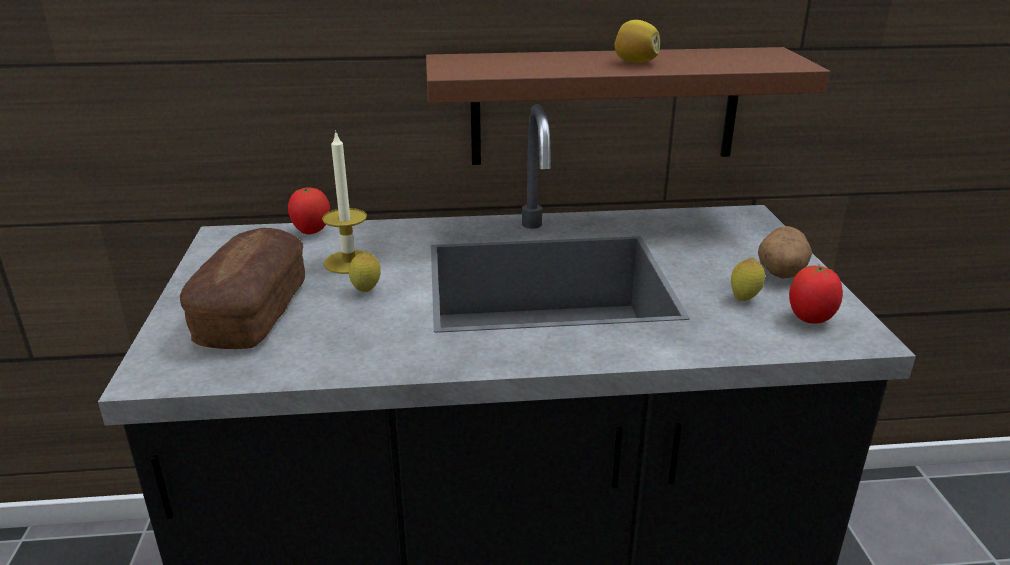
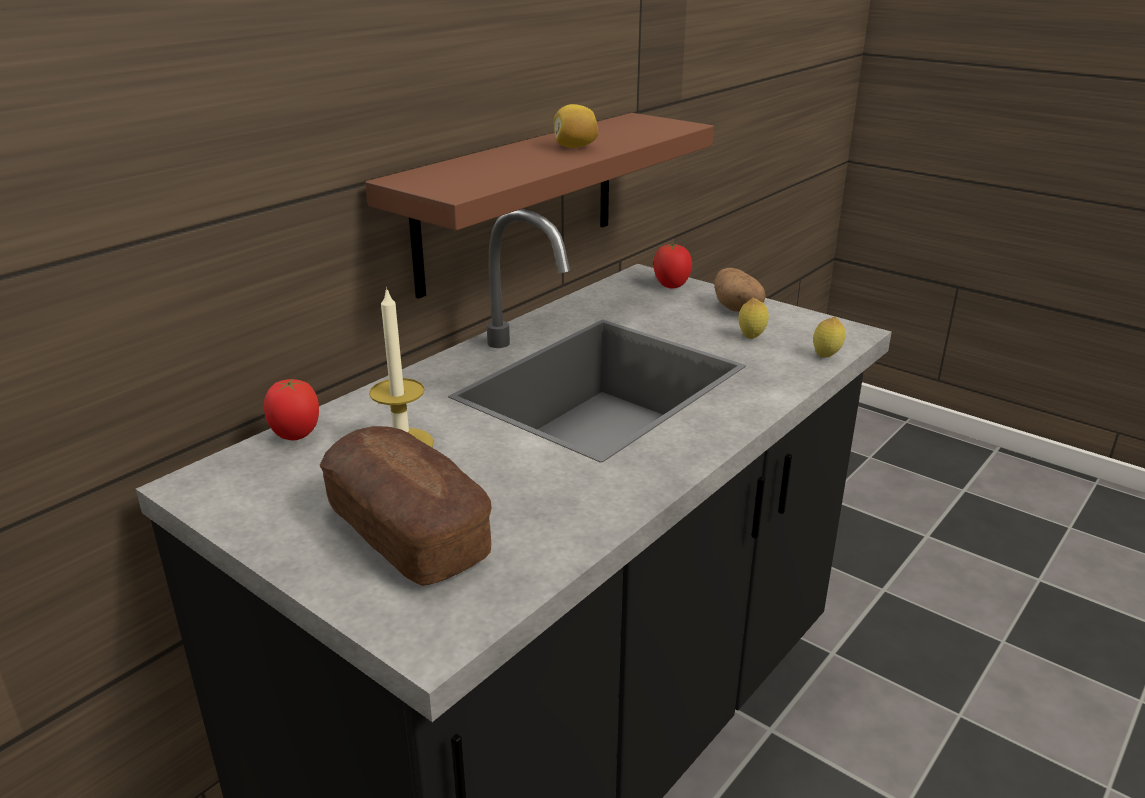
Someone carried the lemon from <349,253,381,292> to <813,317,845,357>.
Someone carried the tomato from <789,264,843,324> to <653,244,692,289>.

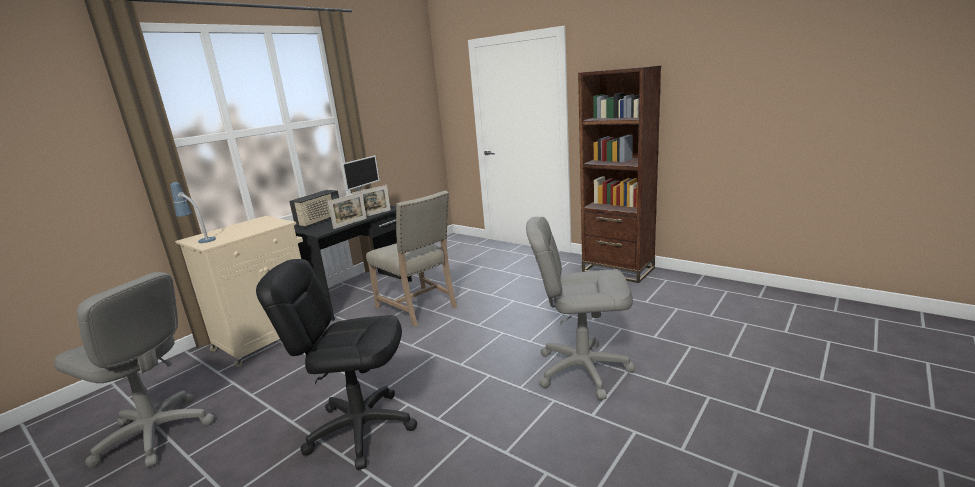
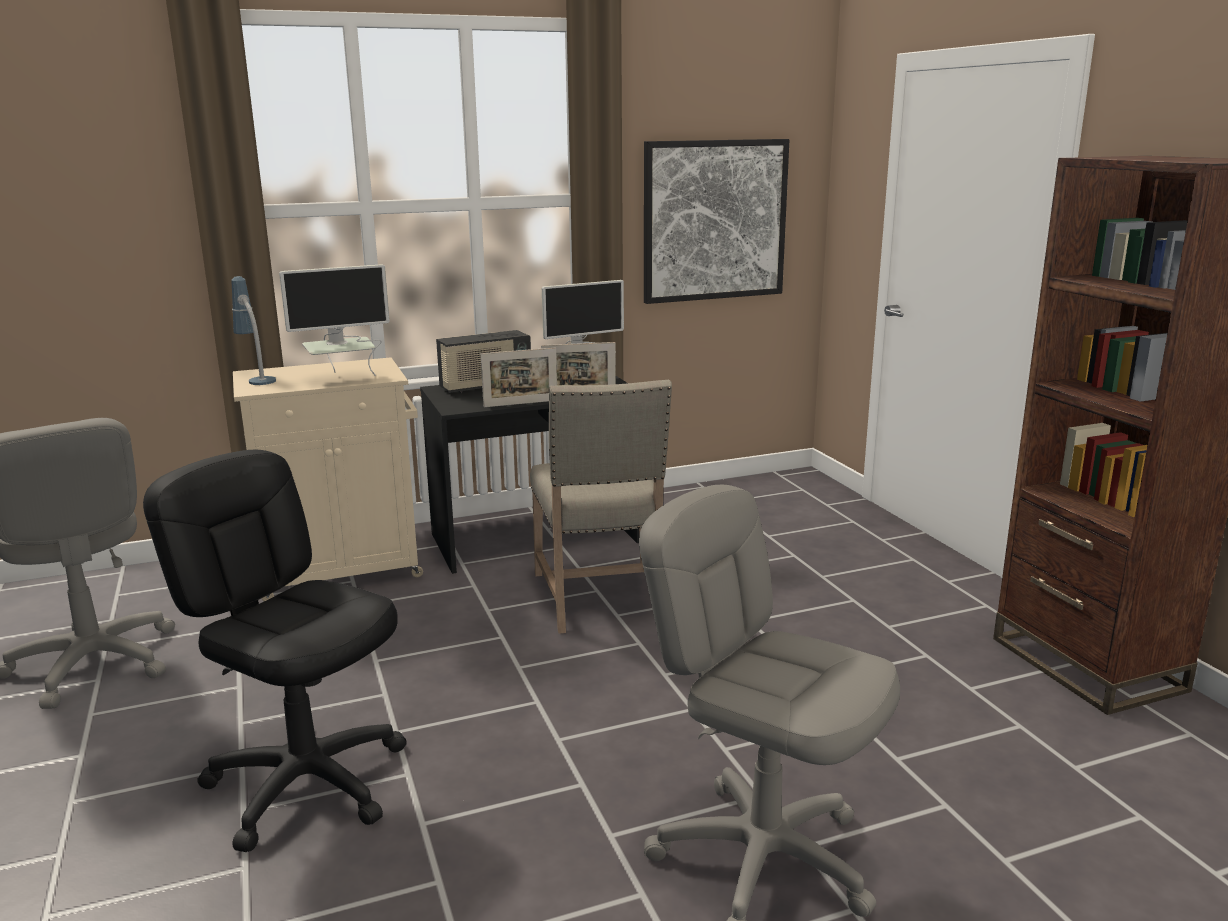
Someone put up the picture at <644,139,790,304>.
Someone put down the monitor at <279,264,390,376>.

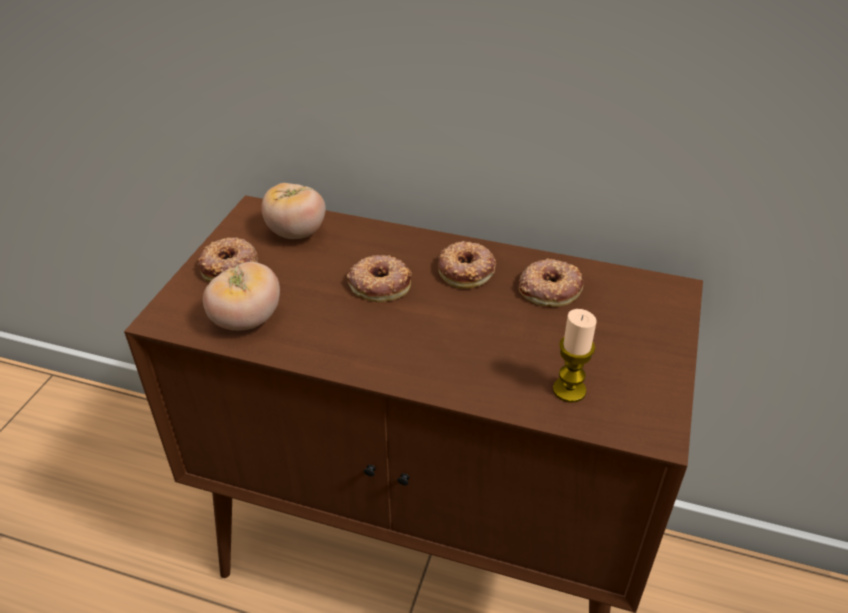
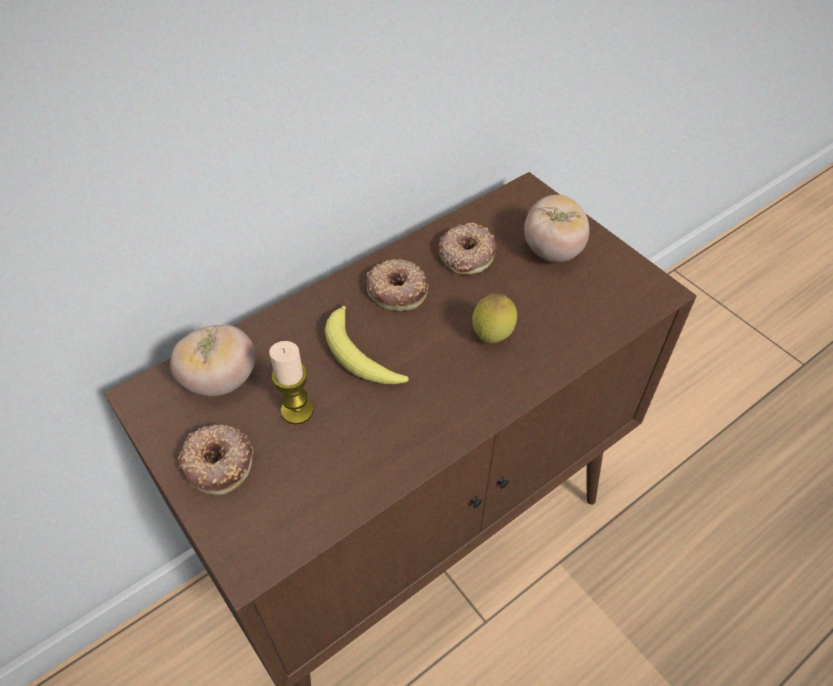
Someone swapped the donut at <347,255,412,302> for the banana at <325,302,409,384>.
Someone carried the tomato from <203,262,280,331> to <524,195,589,263>.
Someone carried the candle from <553,309,597,402> to <269,341,314,425>.
Someone put down the lemon at <472,294,517,343>.

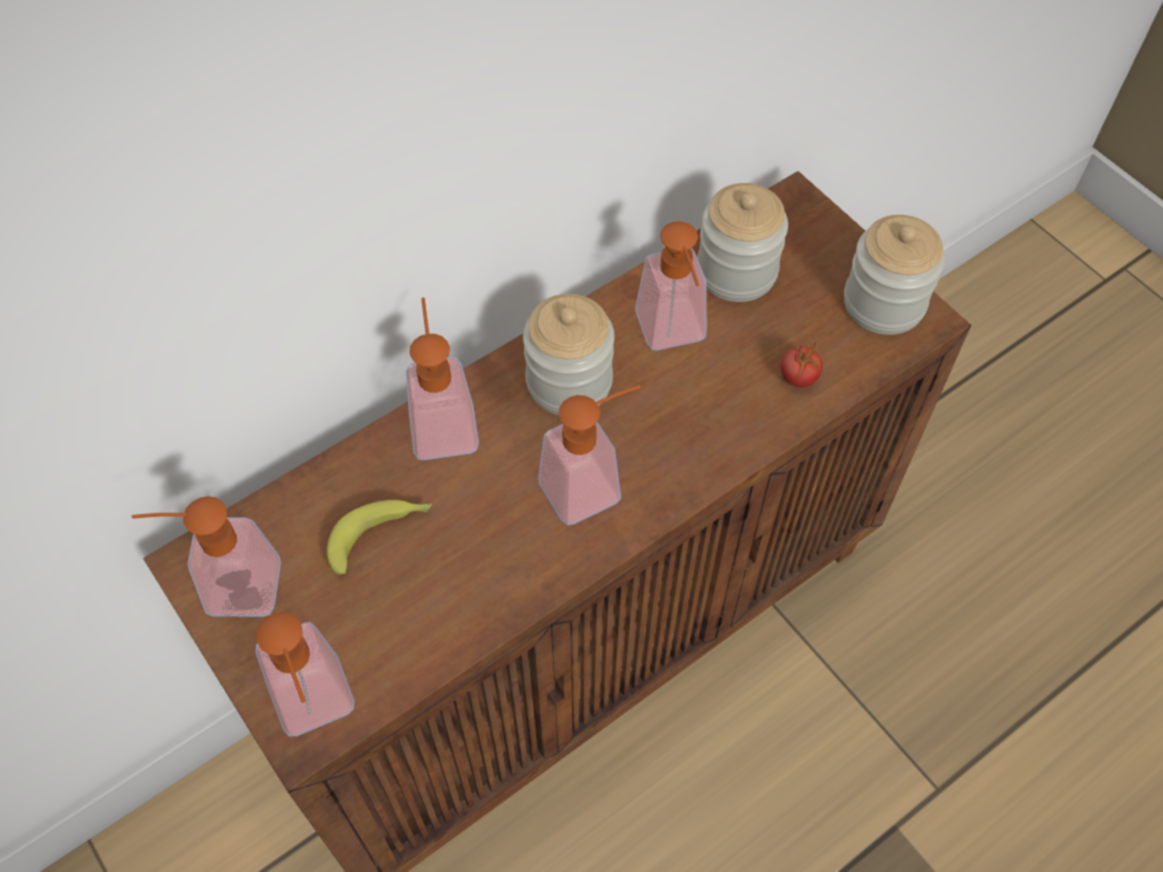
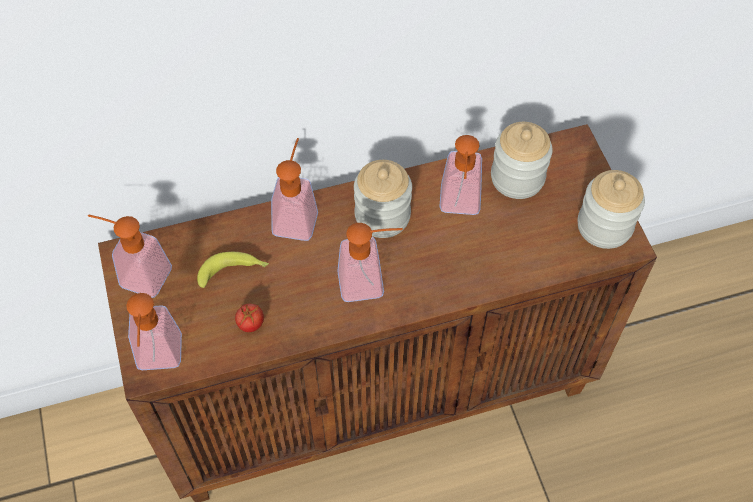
Someone carried the tomato from <780,341,823,387> to <235,304,264,332>.

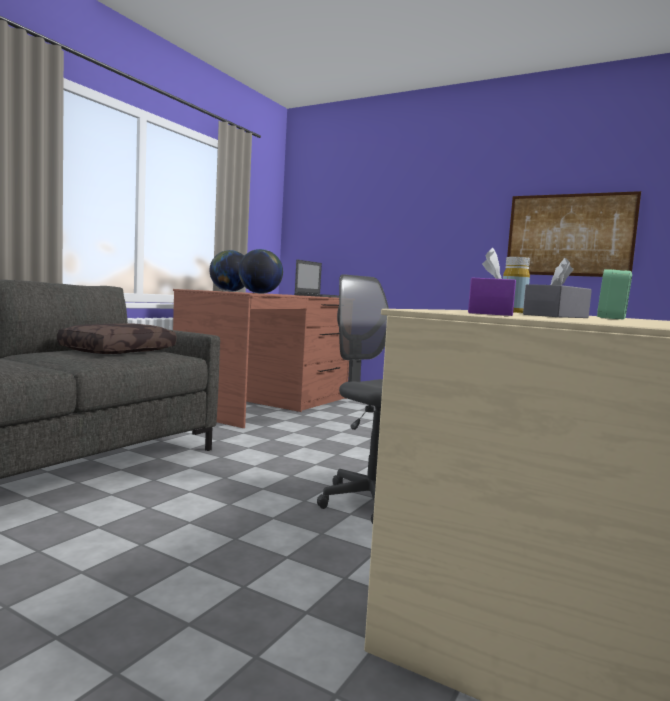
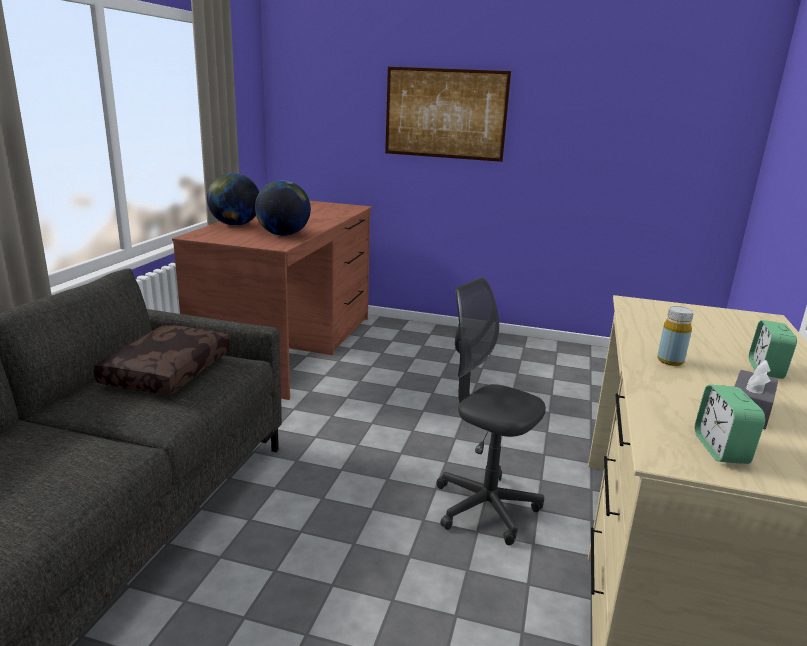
Someone carried the picture from <507,191,641,277> to <385,67,511,162>.
Someone swapped the tissue box (purple) at <468,248,516,316> for the alarm clock at <695,385,765,464>.
Someone took away the laptop at <294,260,339,298>.

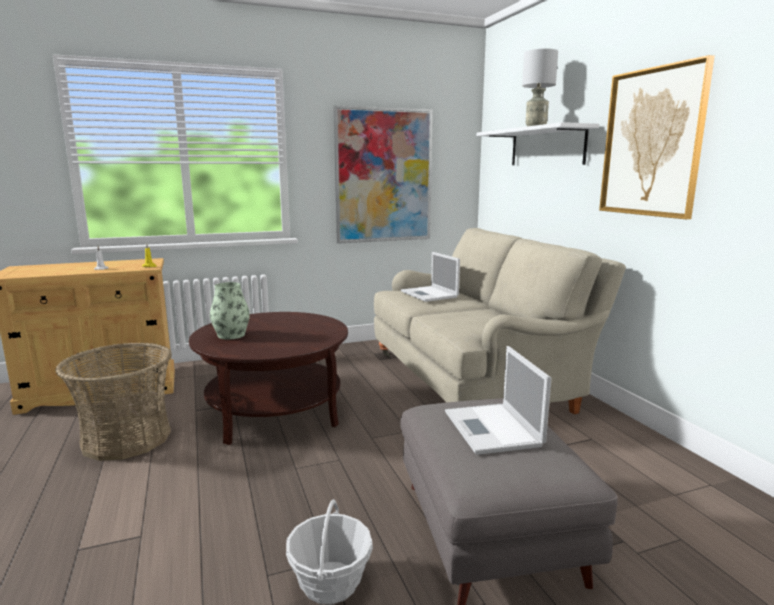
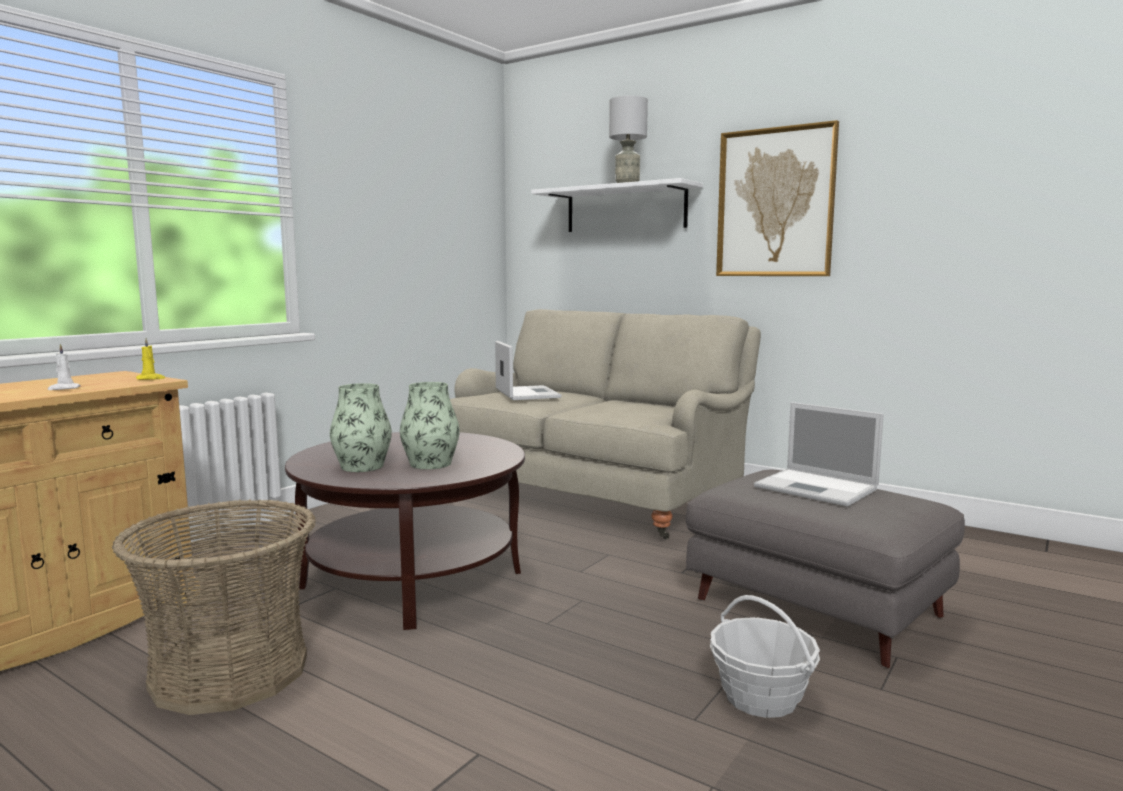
Someone took away the picture at <334,105,433,244>.
Someone rotated the laptop at <401,252,460,302> by 135 degrees counterclockwise.
Someone put down the vase at <400,382,460,469>.

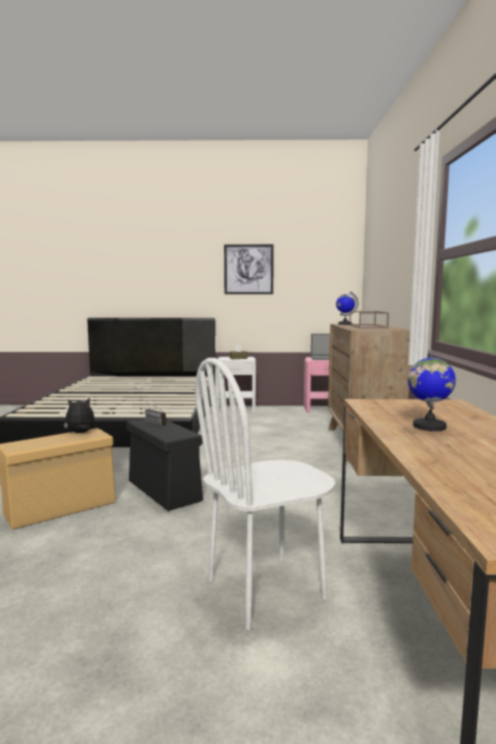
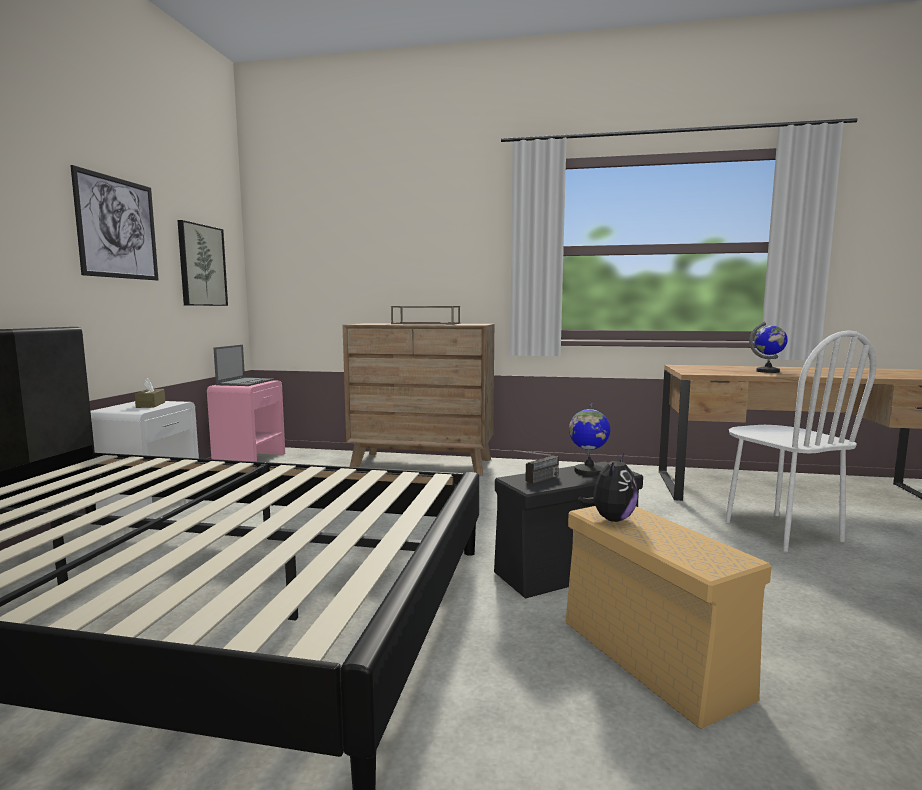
Someone carried the globe from <336,291,358,325> to <569,403,610,476>.
Someone rotated the plush toy at <64,398,95,433> by 135 degrees counterclockwise.
Someone put up the picture at <177,220,228,306>.

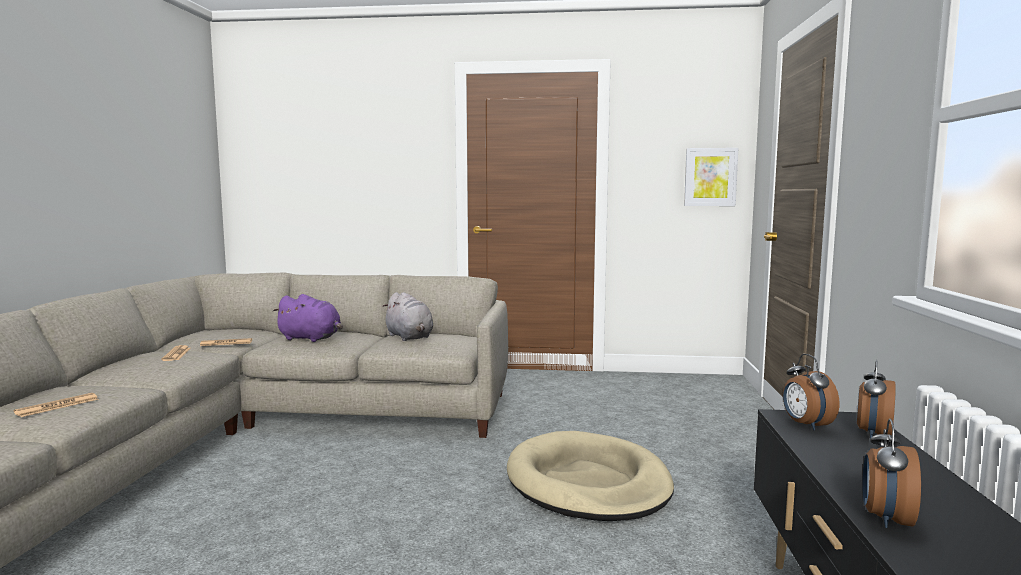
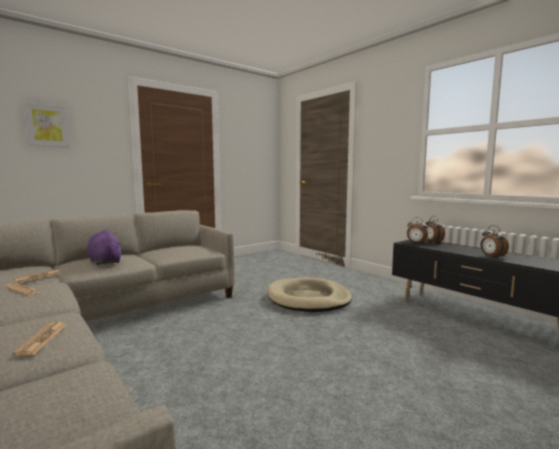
Someone carried the picture from <684,148,738,206> to <23,102,70,147>.
Someone took away the plush toy (grey) at <382,292,433,341>.
Someone rotated the plush toy (purple) at <273,294,343,342> by 105 degrees counterclockwise.

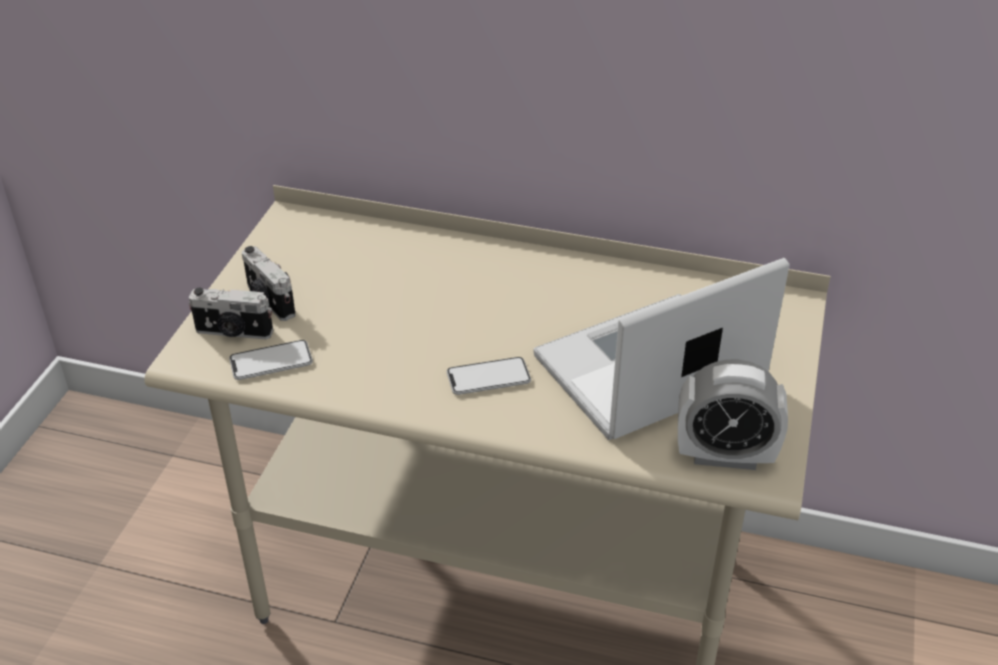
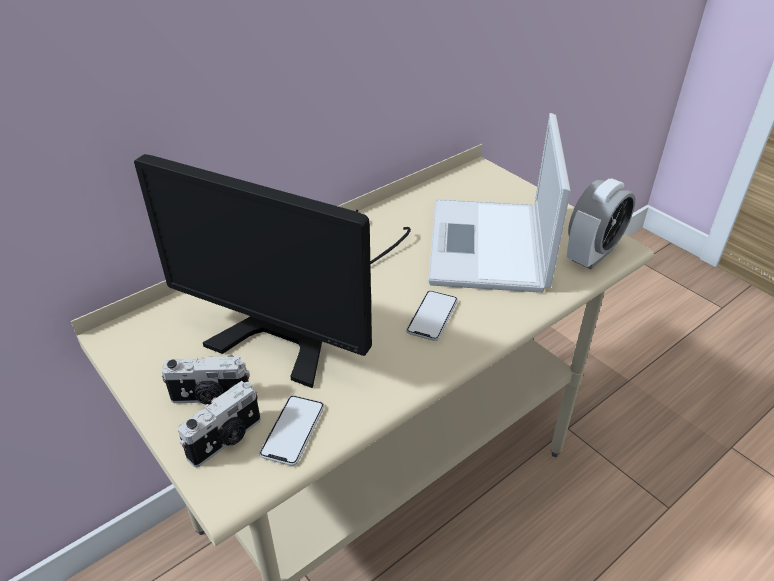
Someone put down the monitor at <134,154,411,388>.

